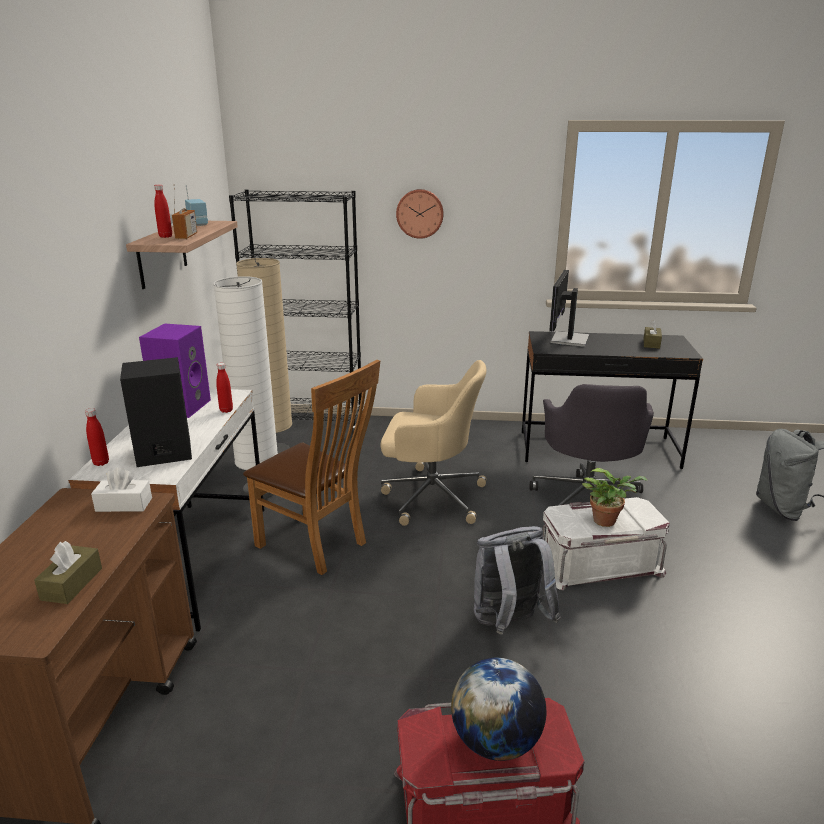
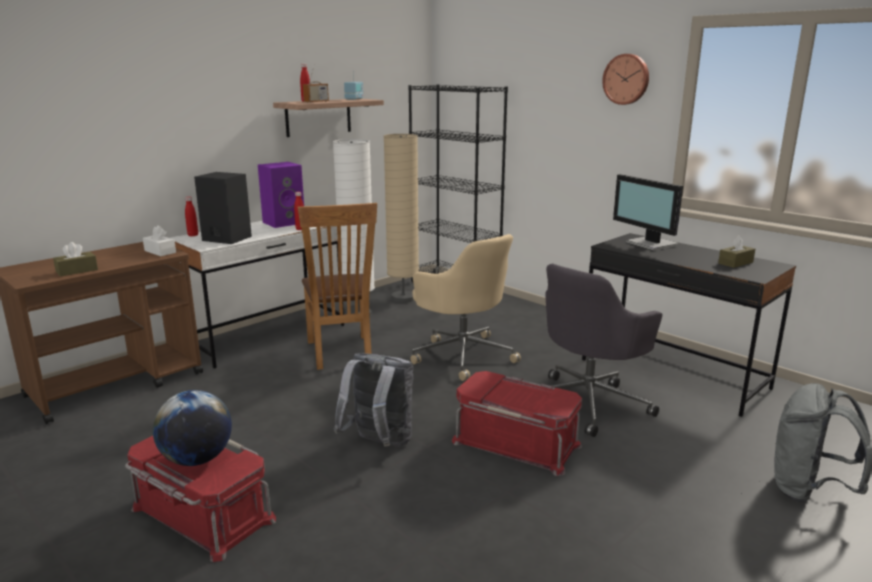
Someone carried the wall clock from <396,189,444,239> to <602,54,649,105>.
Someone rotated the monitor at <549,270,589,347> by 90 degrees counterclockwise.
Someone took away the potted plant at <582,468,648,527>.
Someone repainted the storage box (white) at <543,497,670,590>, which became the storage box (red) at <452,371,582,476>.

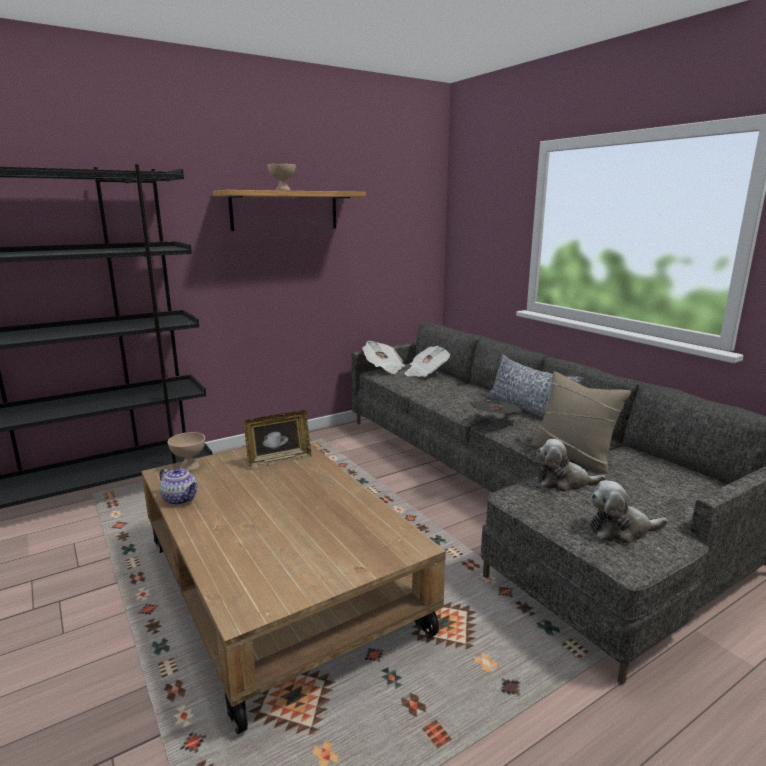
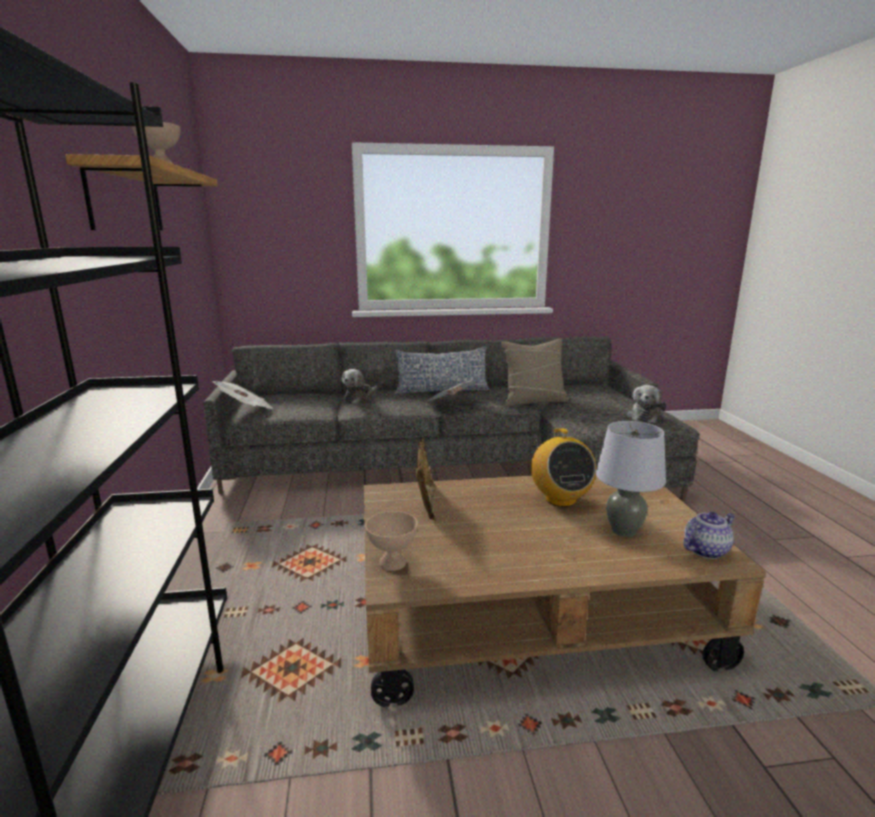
Someone took away the newspaper at <404,346,450,377>.
Someone carried the plush toy from <536,439,606,492> to <341,369,378,404>.
Someone carried the teapot from <160,468,197,505> to <683,512,735,559>.
Someone put down the table lamp (grey) at <596,421,666,537>.
Someone put down the radio at <531,428,597,507>.

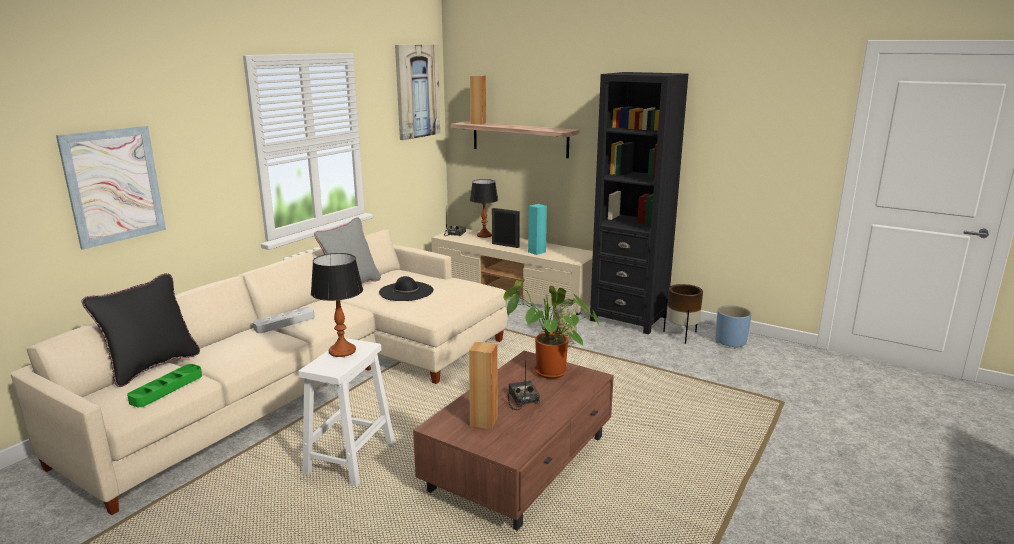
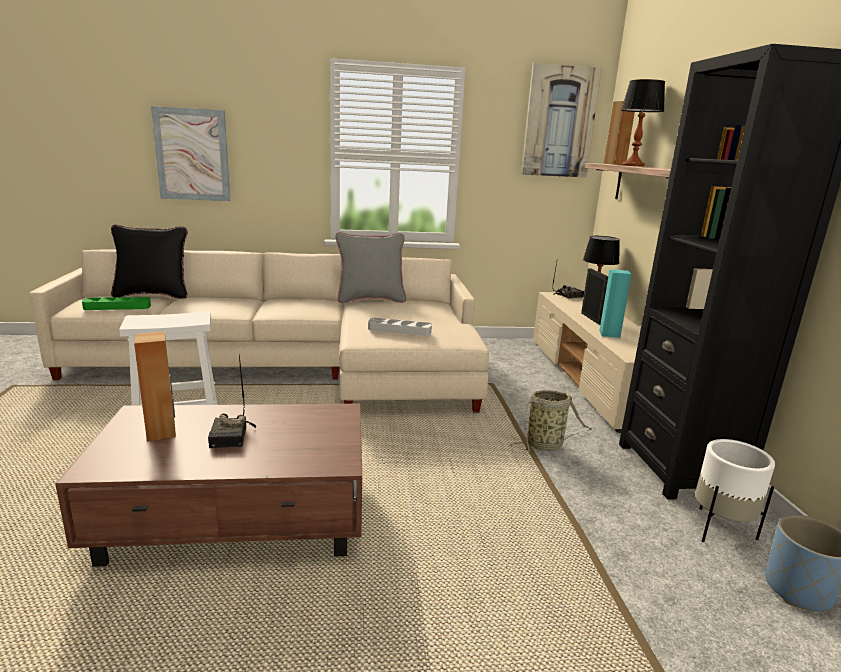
Someone carried the table lamp from <311,253,363,357> to <621,79,665,167>.
Someone took away the hat (black) at <379,276,433,301>.
Someone took away the potted plant at <503,279,600,379>.
Someone repainted the planter (brown) at <663,284,703,344>, which became the planter (white) at <695,439,775,543>.
Someone carried the tray (grey) from <253,307,315,333> to <368,318,432,336>.
Someone rotated the radio at <508,362,540,410> by 135 degrees clockwise.

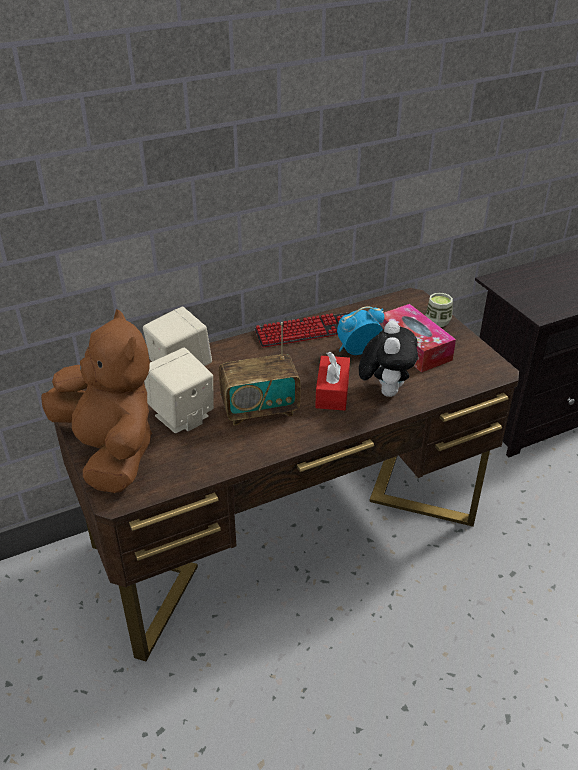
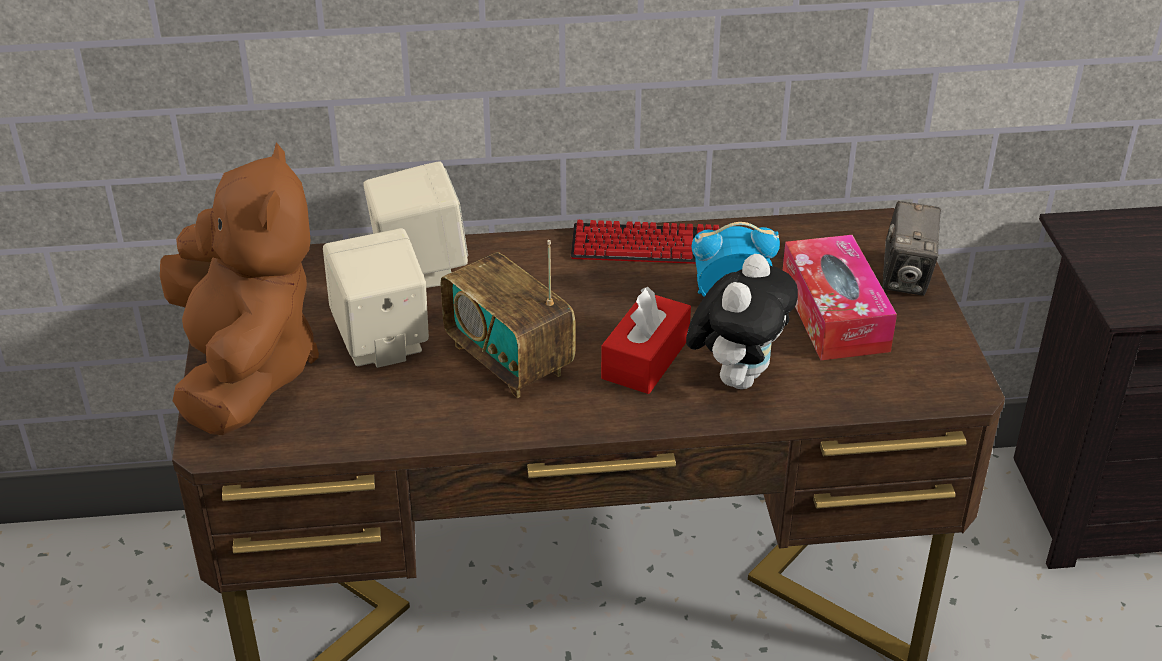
Someone swapped the cup at <426,293,453,327> for the photo camera at <882,201,941,295>.
Someone rotated the radio at <219,322,301,425> by 45 degrees clockwise.

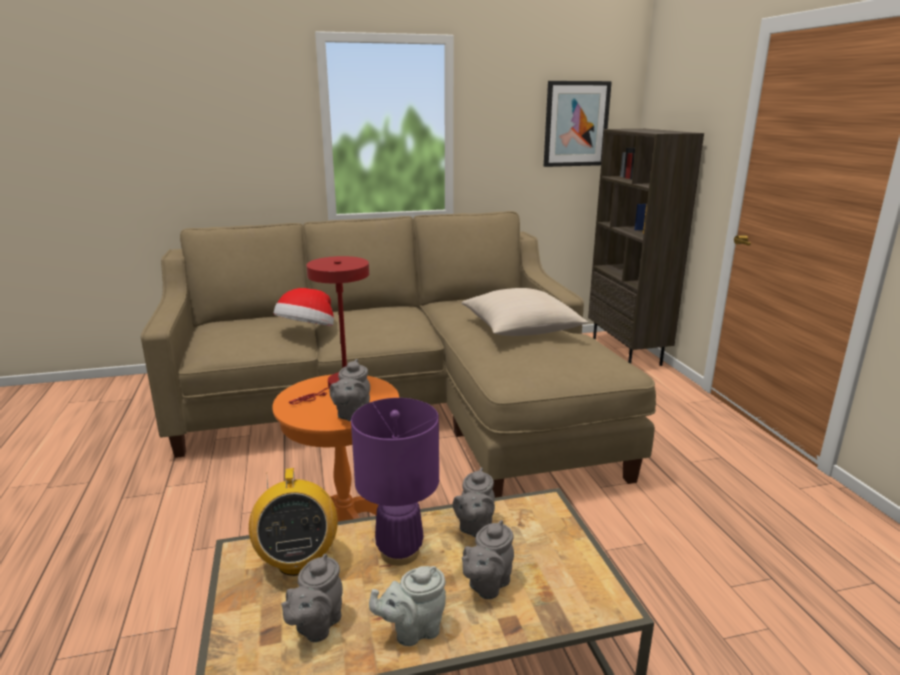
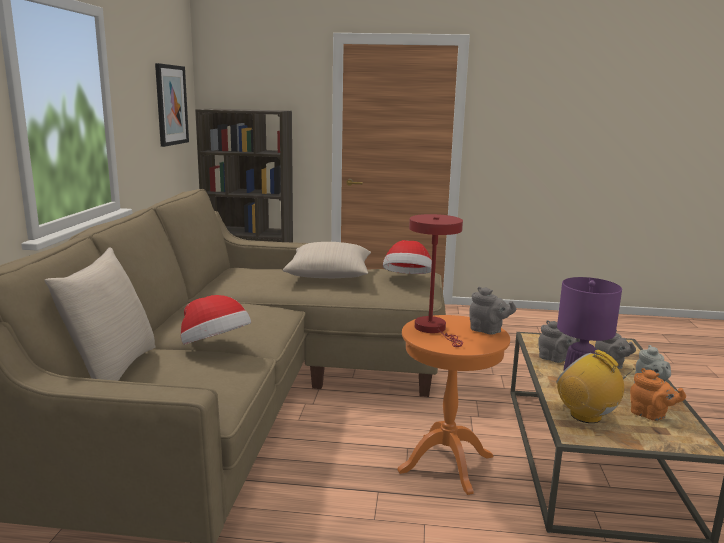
Someone rotated the radio at <249,468,338,576> by 135 degrees counterclockwise.
Someone repainted the teapot (grey) at <281,554,343,642>, which became the teapot (orange) at <630,368,686,421>.
Someone put down the hat at <383,240,432,274>.
Someone put down the pillow (beige) at <44,247,156,381>.

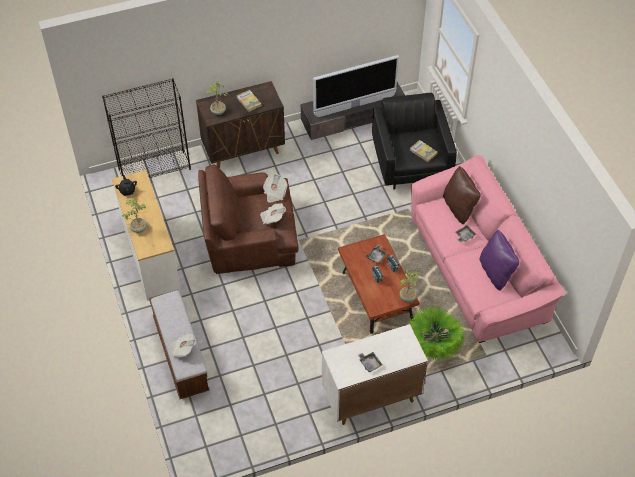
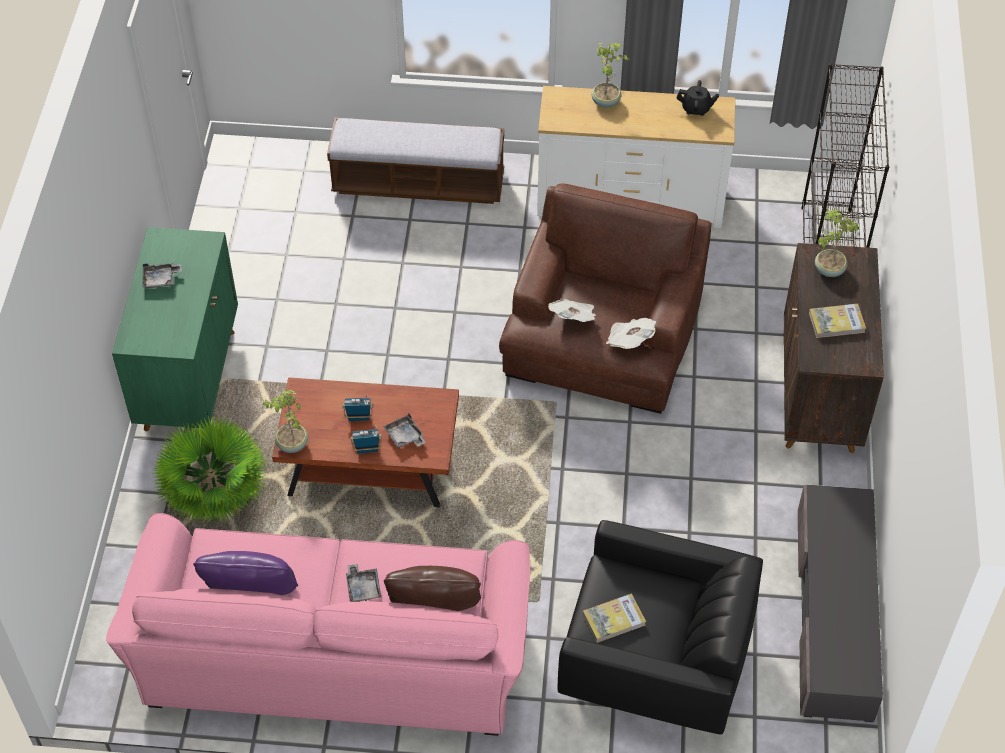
Someone took away the television at <313,55,399,117>.
Someone repainted the cabinet (white) at <322,324,428,425>, which became the cabinet (green) at <112,227,238,431>.
Someone took away the newspaper at <169,334,196,357>.

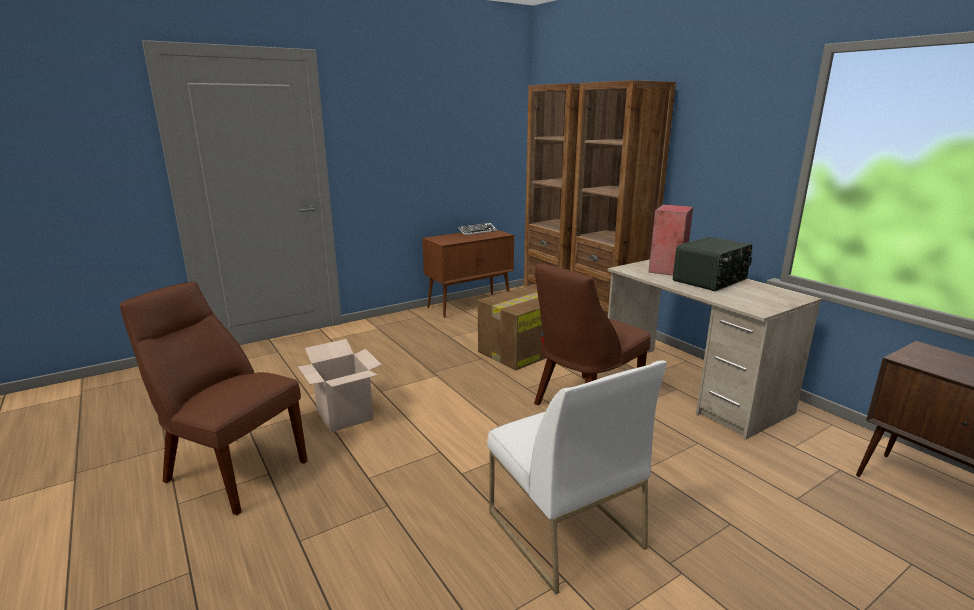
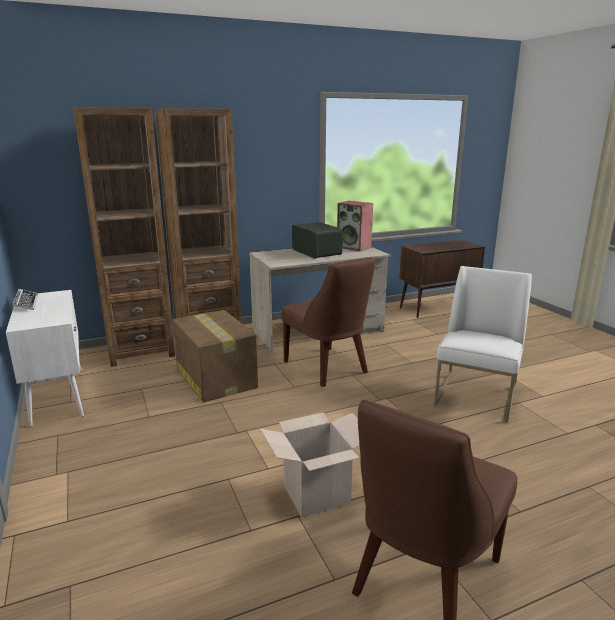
Someone carried the speaker from <649,204,693,276> to <337,201,373,251>.
Someone repainted the cabinet (brown) at <422,230,514,318>, which became the cabinet (white) at <6,290,84,427>.
Someone rotated the chair (white) at <487,360,667,594> by 45 degrees counterclockwise.

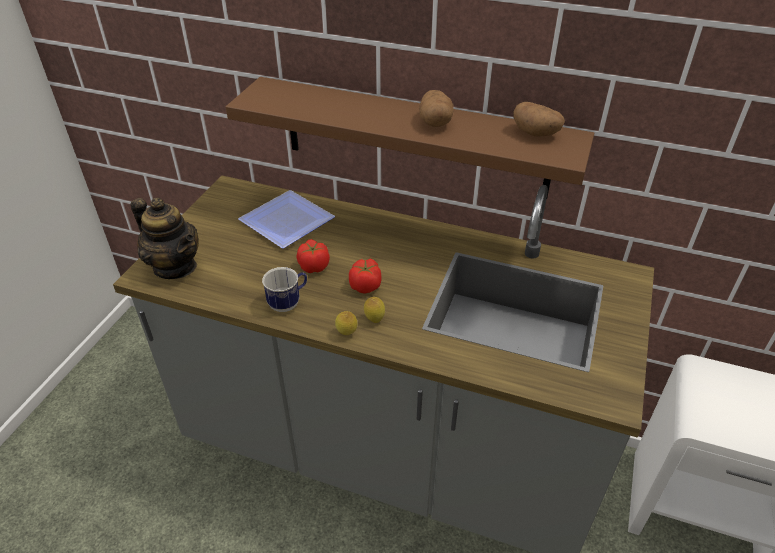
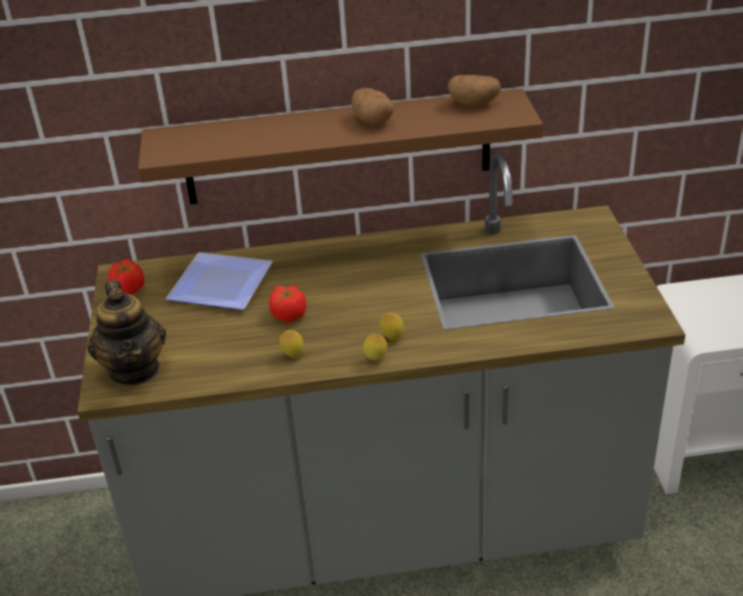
Someone rotated the teapot at <131,198,199,279> by 60 degrees clockwise.
Someone carried the tomato from <349,259,382,294> to <108,259,145,295>.
Someone swapped the mug at <262,267,307,312> for the lemon at <280,330,304,358>.

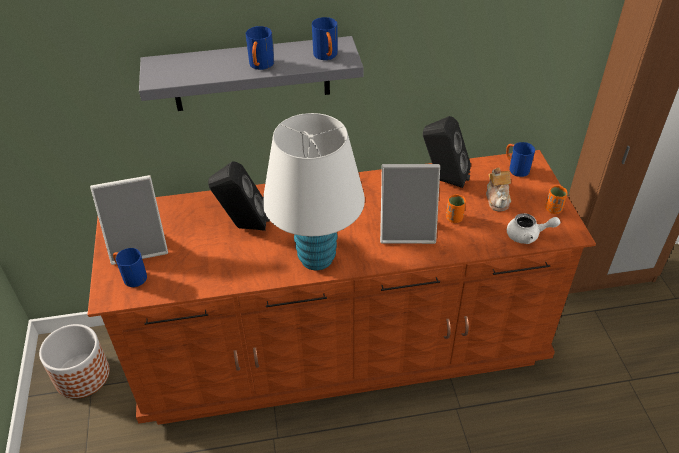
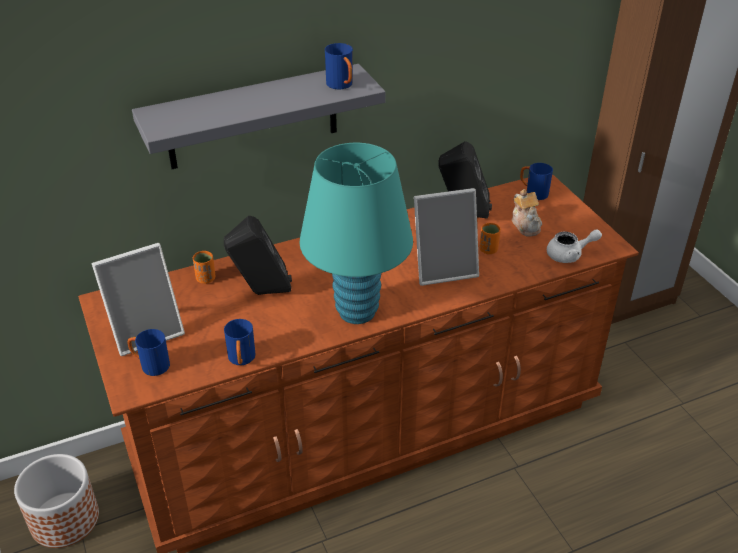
Someone carried the mug (blue) from <246,26,274,70> to <224,319,256,365>.
Someone repainted the table lamp (white) at <263,113,365,271>, which became the table lamp (turquoise) at <299,143,413,324>.
Someone carried the cup (orange) from <545,185,568,214> to <193,251,215,284>.

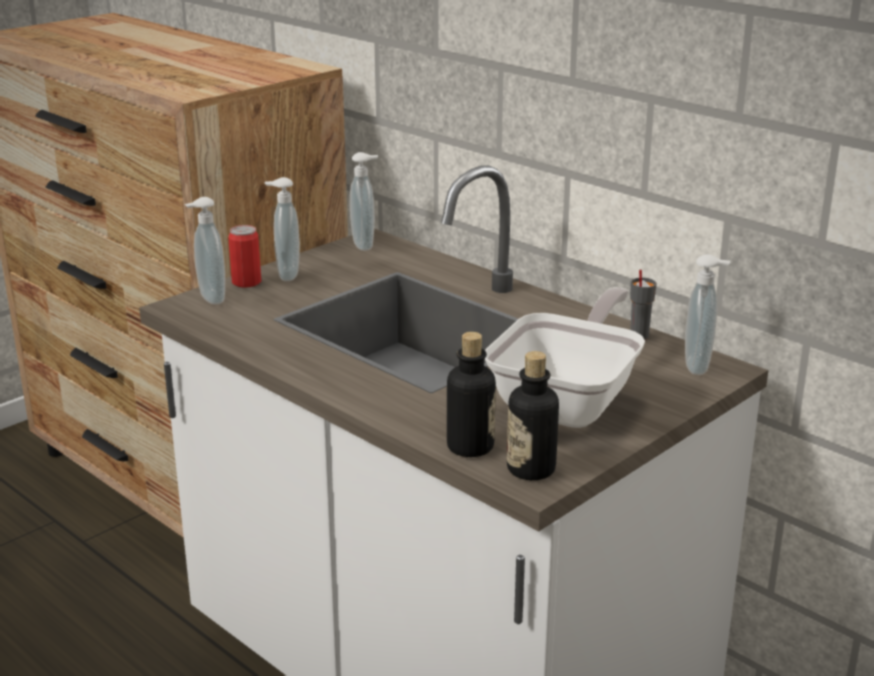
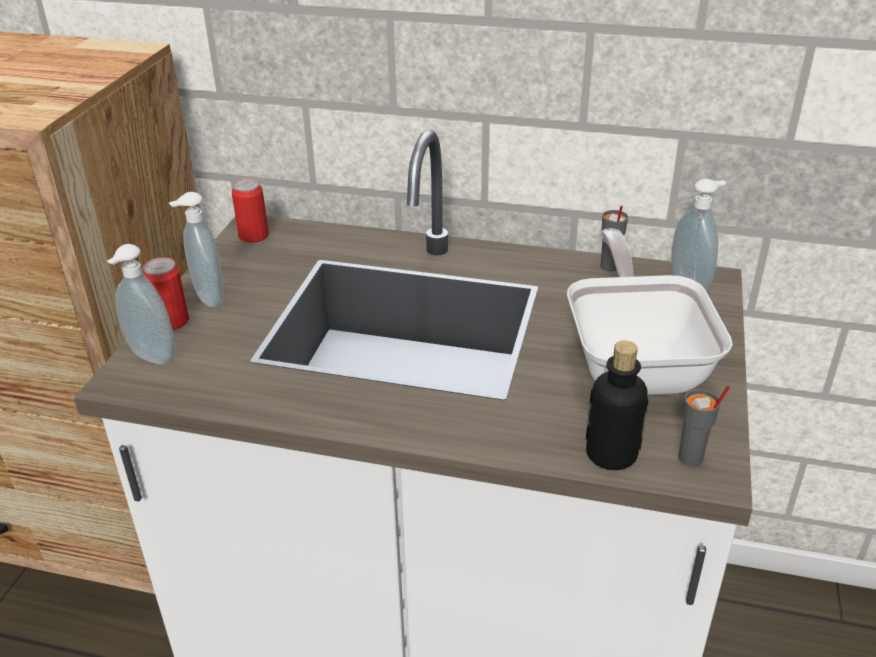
Someone swapped the soap dispenser at <350,152,378,251> for the can at <232,178,269,243>.
Someone swapped the bottle at <507,351,559,480> for the cup (grey) at <678,386,730,467>.

